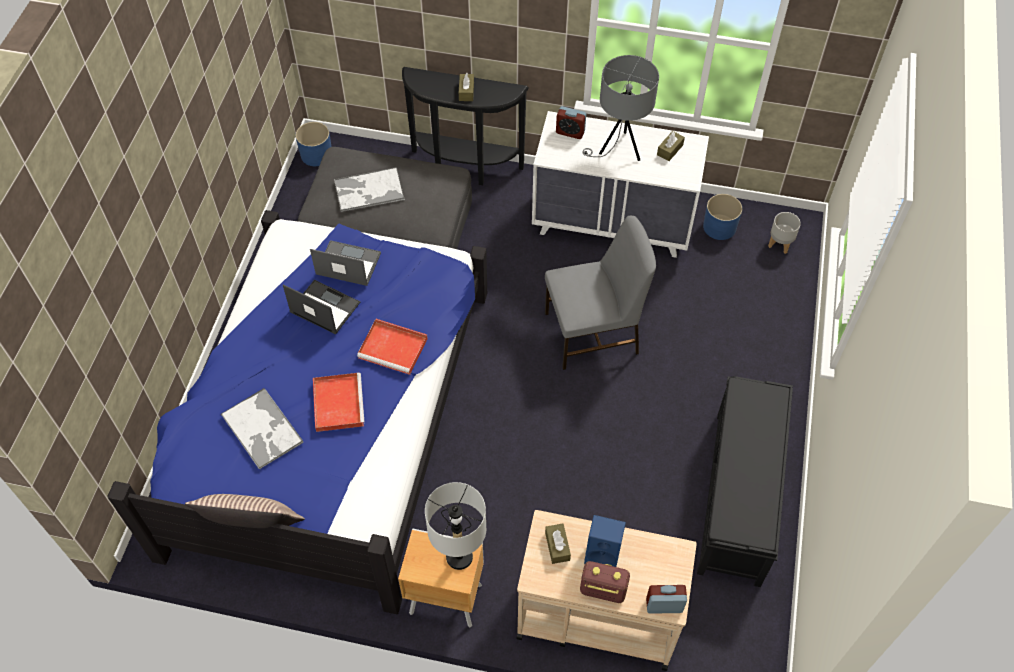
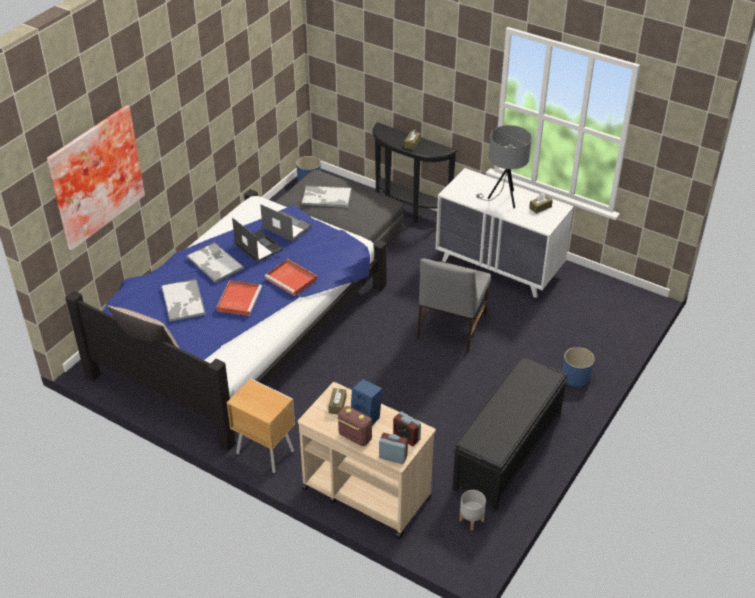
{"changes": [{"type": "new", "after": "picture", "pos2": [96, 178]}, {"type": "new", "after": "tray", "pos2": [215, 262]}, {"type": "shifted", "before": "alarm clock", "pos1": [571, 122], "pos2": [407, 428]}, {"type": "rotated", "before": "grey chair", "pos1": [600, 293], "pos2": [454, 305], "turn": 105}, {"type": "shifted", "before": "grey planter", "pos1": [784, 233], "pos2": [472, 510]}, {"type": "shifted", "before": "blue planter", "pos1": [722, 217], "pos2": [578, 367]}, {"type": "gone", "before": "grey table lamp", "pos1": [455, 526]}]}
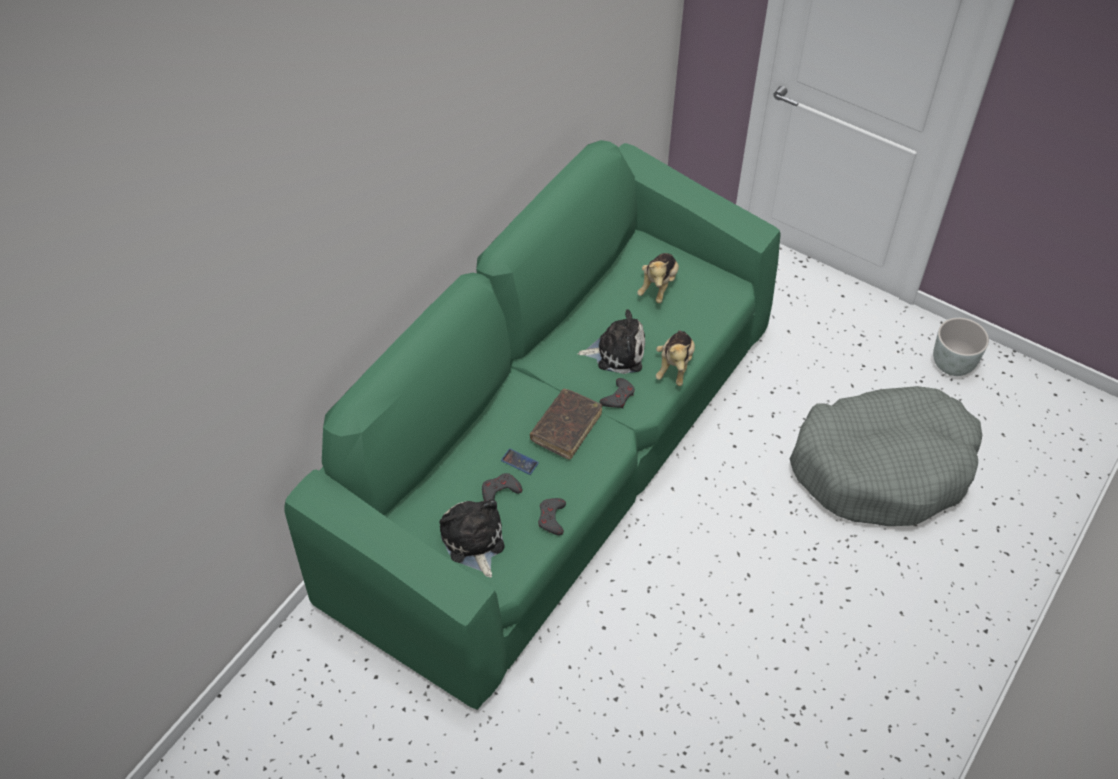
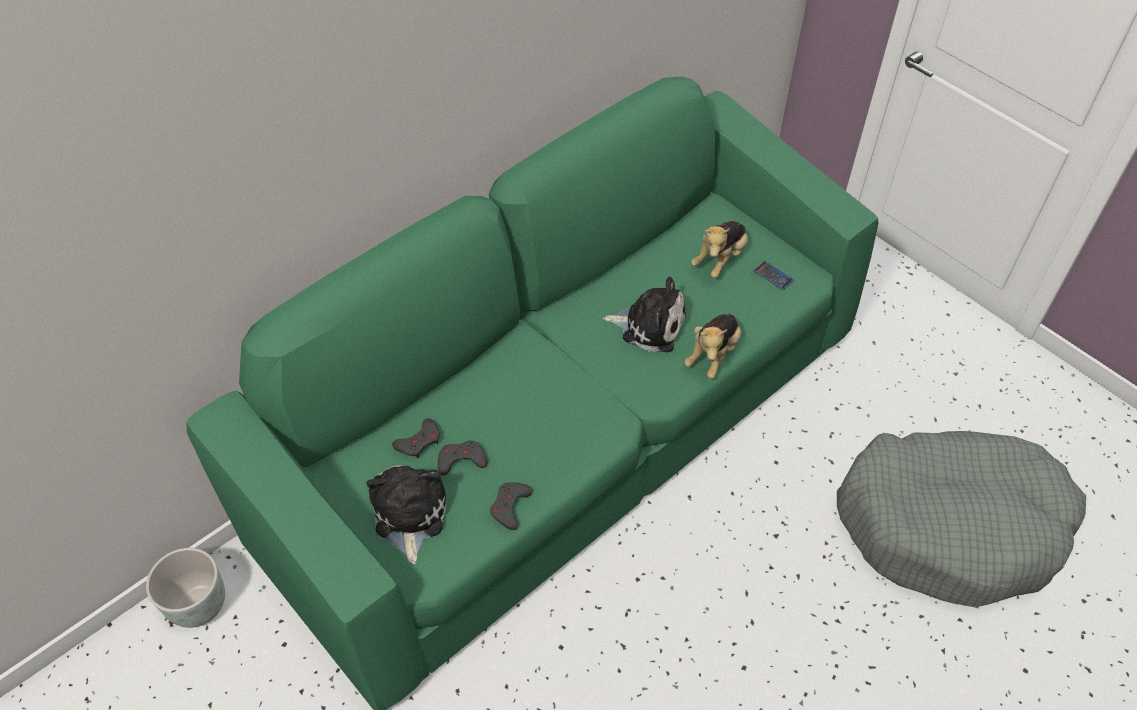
{"changes": [{"type": "shifted", "before": "grey planter", "pos1": [961, 347], "pos2": [185, 588]}, {"type": "shifted", "before": "grey game controller", "pos1": [617, 393], "pos2": [416, 438]}, {"type": "shifted", "before": "phone", "pos1": [520, 462], "pos2": [774, 275]}, {"type": "gone", "before": "brown book", "pos1": [566, 424]}]}
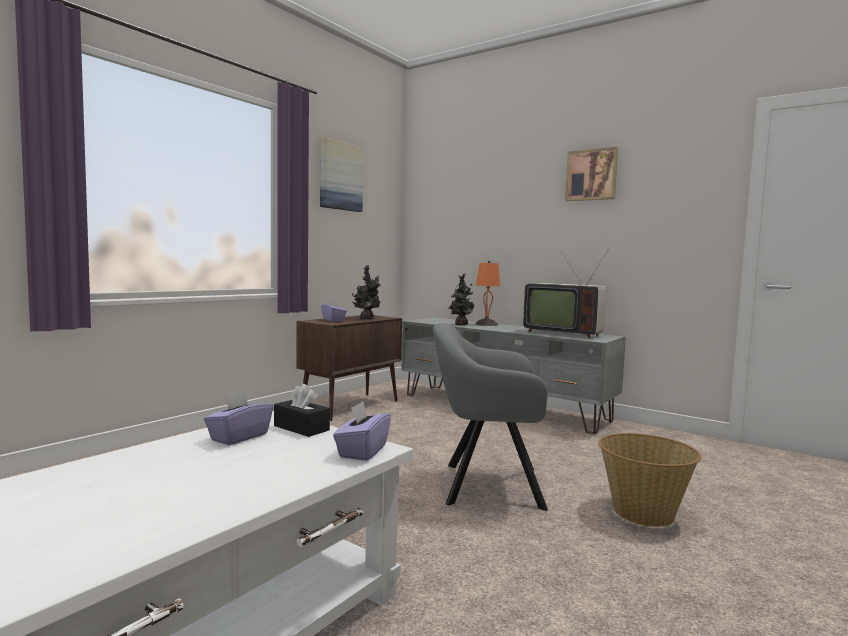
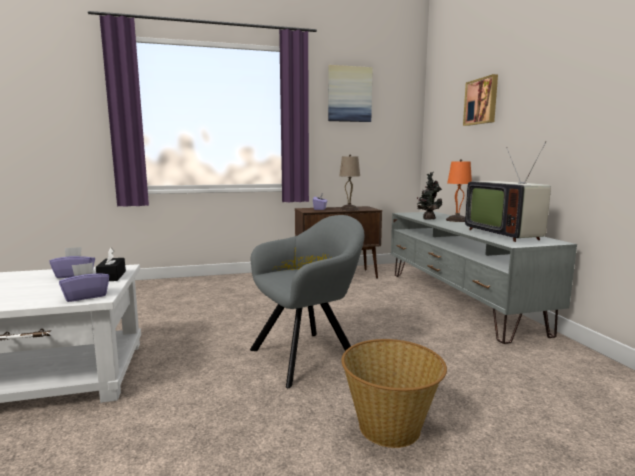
{"changes": [{"type": "rotated", "before": "grey armchair", "pos1": [490, 417], "pos2": [307, 301], "turn": 105}, {"type": "swapped", "before": "potted plant", "after": "beige table lamp", "pos1": [366, 292], "pos2": [349, 182]}, {"type": "shifted", "before": "picture", "pos1": [591, 174], "pos2": [480, 100]}]}
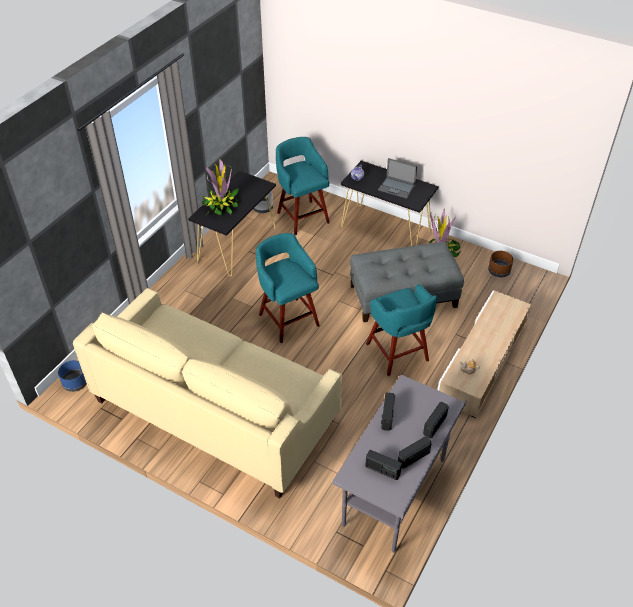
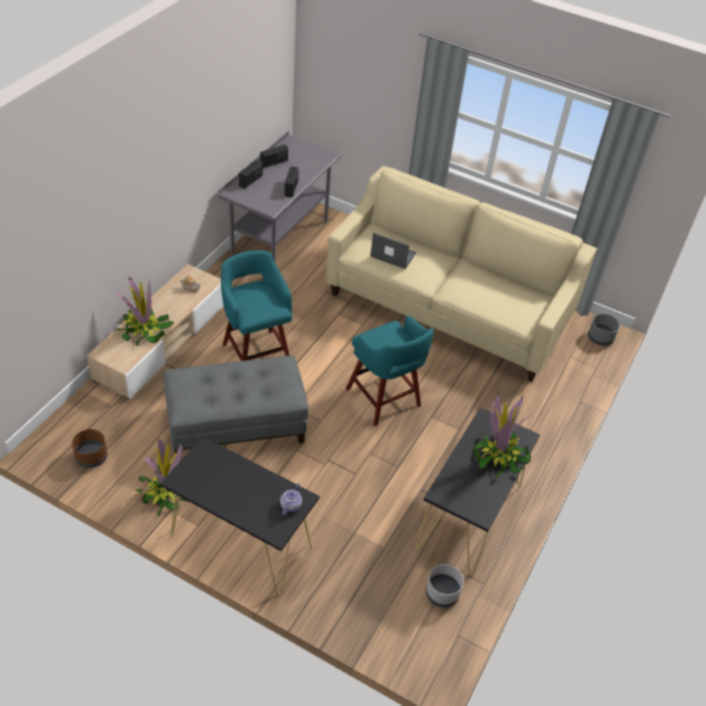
{"changes": [{"type": "new", "after": "potted plant", "pos2": [145, 312]}, {"type": "shifted", "before": "laptop", "pos1": [397, 178], "pos2": [393, 251]}, {"type": "repainted", "before": "blue planter", "after": "grey planter", "pos1": [72, 376], "pos2": [604, 330]}, {"type": "gone", "before": "turquoise stool", "pos1": [303, 186]}, {"type": "gone", "before": "radio", "pos1": [383, 465]}]}
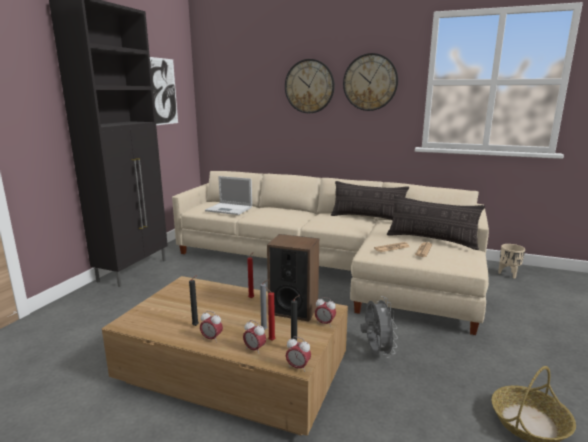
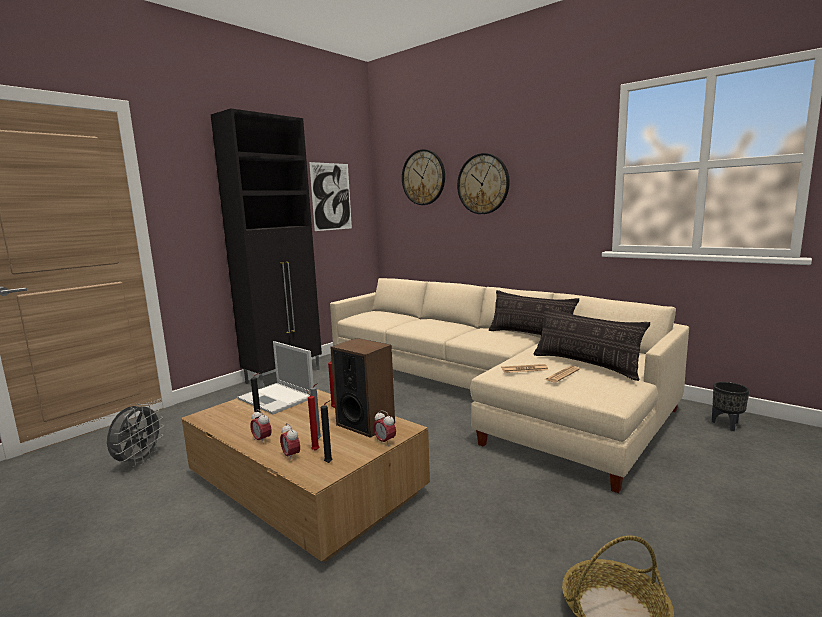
{"changes": [{"type": "shifted", "before": "grey fan", "pos1": [379, 327], "pos2": [135, 435]}, {"type": "shifted", "before": "laptop", "pos1": [228, 195], "pos2": [275, 377]}, {"type": "shifted", "before": "wall clock", "pos1": [370, 82], "pos2": [423, 177]}, {"type": "repainted", "before": "beige planter", "after": "black planter", "pos1": [511, 261], "pos2": [731, 406]}, {"type": "gone", "before": "alarm clock", "pos1": [298, 354]}]}
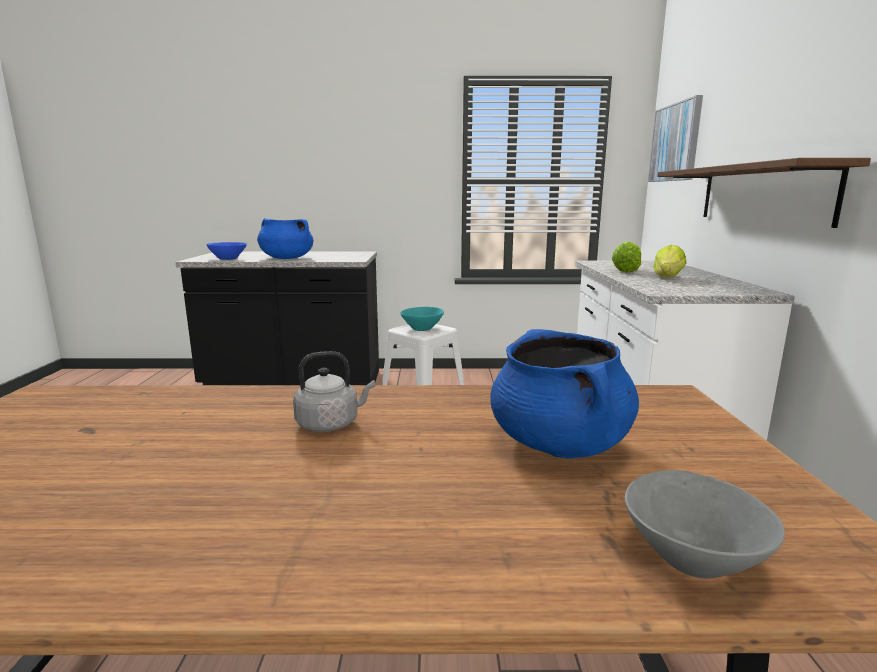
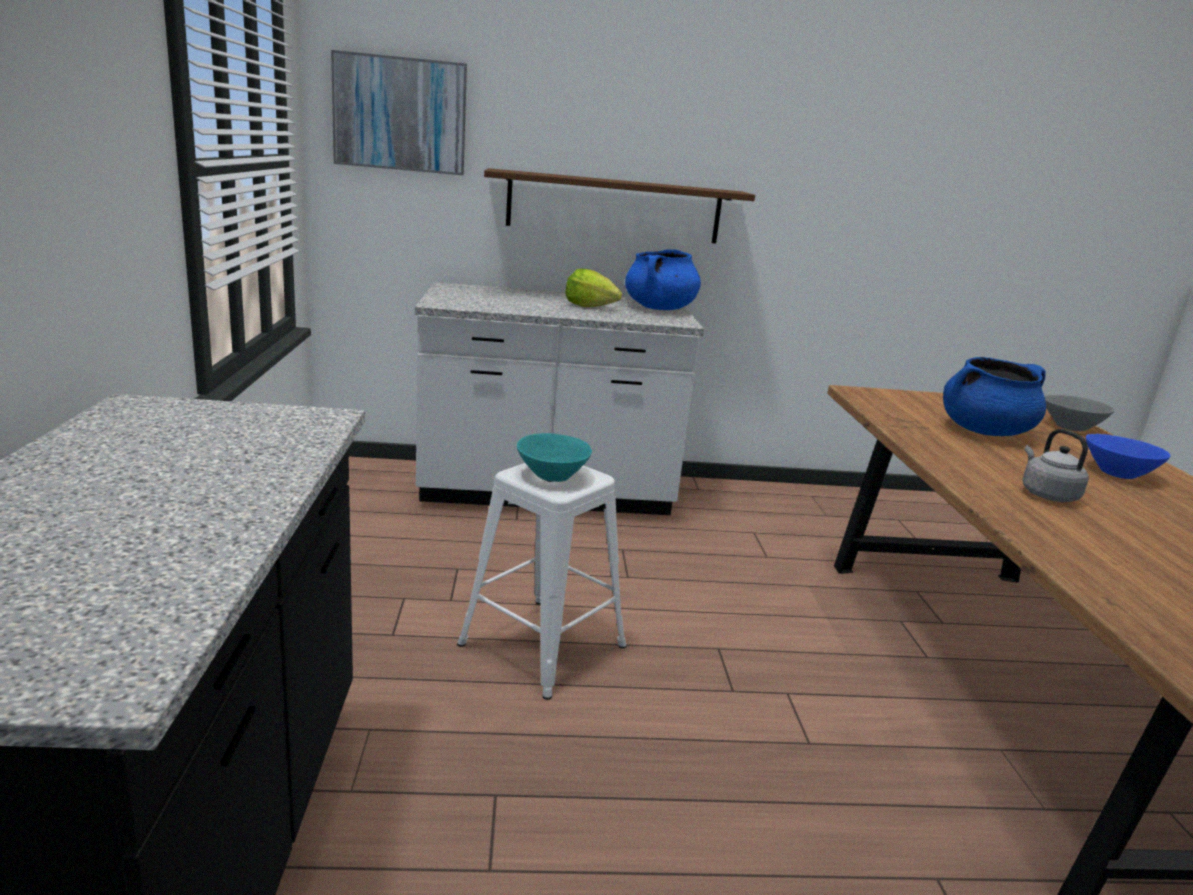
{"changes": [{"type": "shifted", "before": "blue cooking pot", "pos1": [285, 238], "pos2": [663, 279]}, {"type": "shifted", "before": "blue bowl", "pos1": [226, 251], "pos2": [1128, 456]}, {"type": "gone", "before": "lettuce", "pos1": [626, 257]}]}
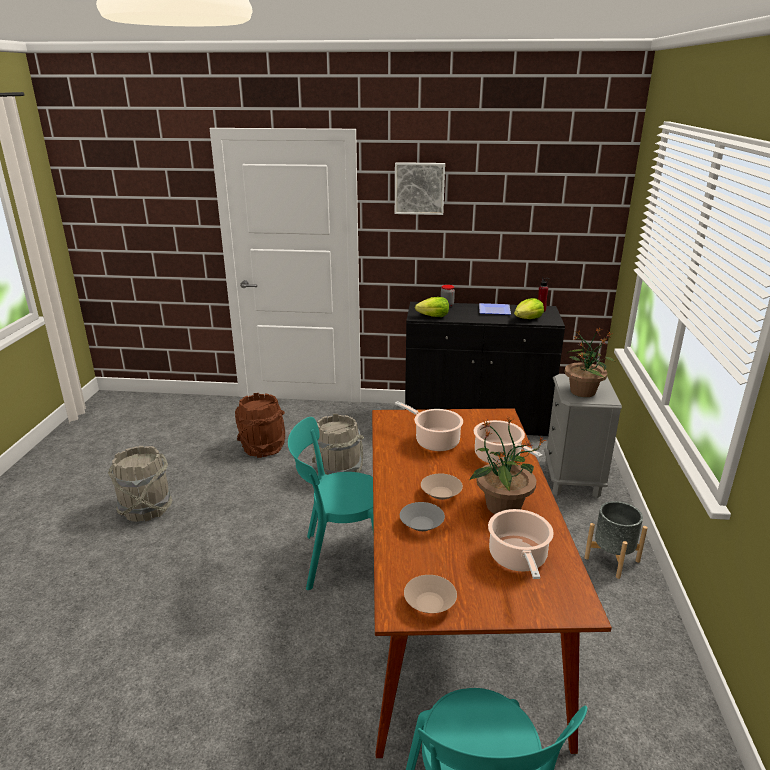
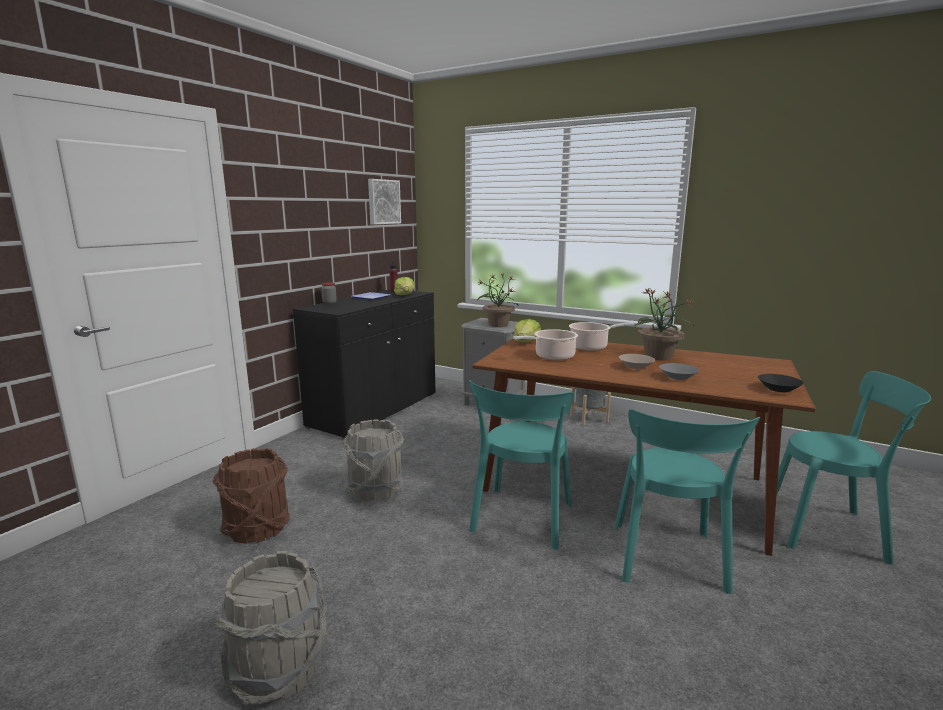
{"changes": [{"type": "shifted", "before": "picture", "pos1": [420, 188], "pos2": [384, 201]}, {"type": "shifted", "before": "lettuce", "pos1": [432, 307], "pos2": [527, 330]}, {"type": "new", "after": "turquoise chair", "pos2": [687, 501]}, {"type": "repainted", "before": "beige bowl", "after": "black bowl", "pos1": [430, 594], "pos2": [781, 383]}, {"type": "gone", "before": "cooking pot", "pos1": [521, 544]}]}
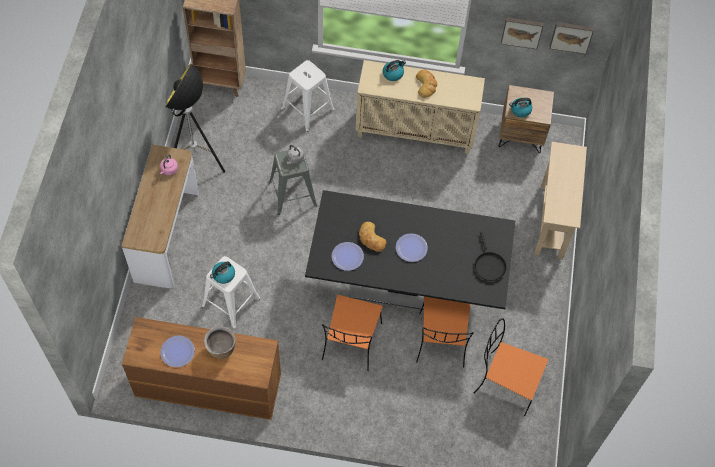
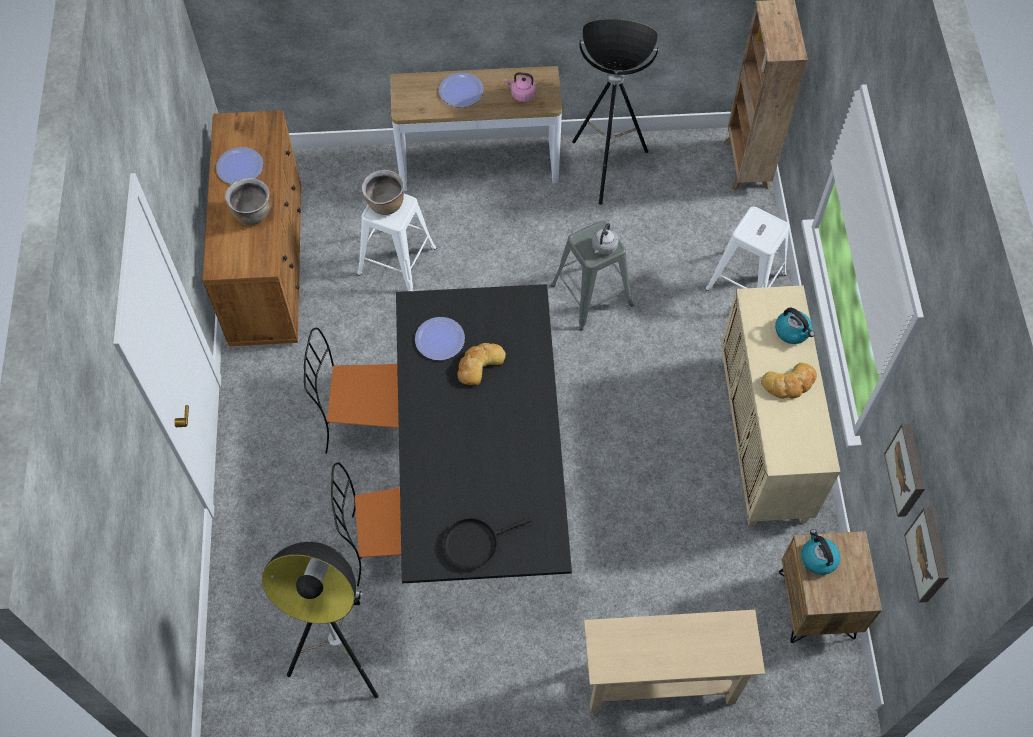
{"changes": [{"type": "swapped", "before": "orange chair", "after": "floor lamp", "pos1": [511, 367], "pos2": [320, 620]}, {"type": "swapped", "before": "kettle", "after": "brown cooking pot", "pos1": [222, 273], "pos2": [383, 192]}, {"type": "shifted", "before": "plate", "pos1": [412, 247], "pos2": [461, 90]}]}
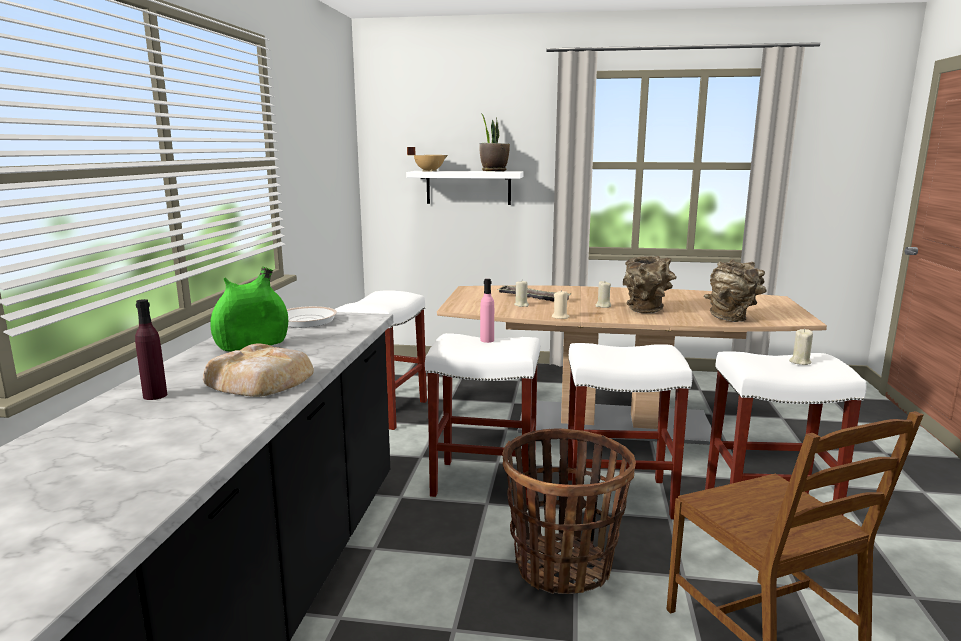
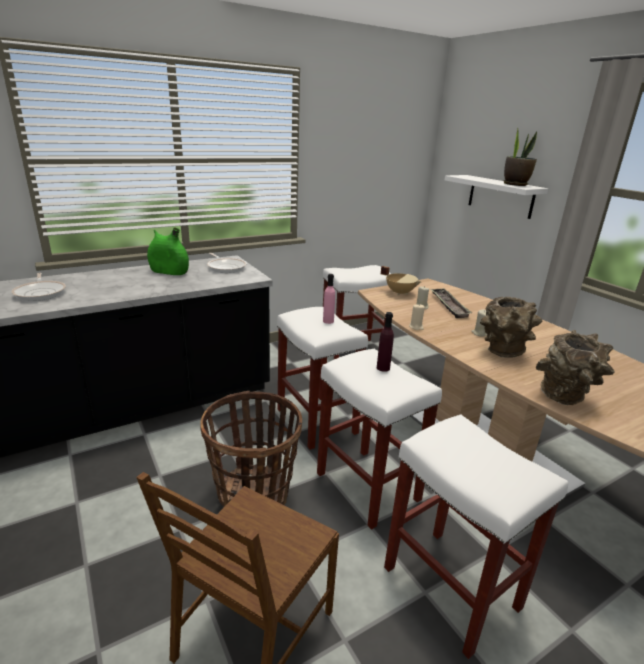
{"changes": [{"type": "new", "after": "frying pan", "pos2": [38, 287]}, {"type": "shifted", "before": "purple bottle", "pos1": [151, 349], "pos2": [385, 342]}, {"type": "shifted", "before": "beige cooking pot", "pos1": [427, 159], "pos2": [401, 280]}, {"type": "gone", "before": "bread", "pos1": [258, 370]}, {"type": "gone", "before": "beige candle", "pos1": [801, 347]}]}
